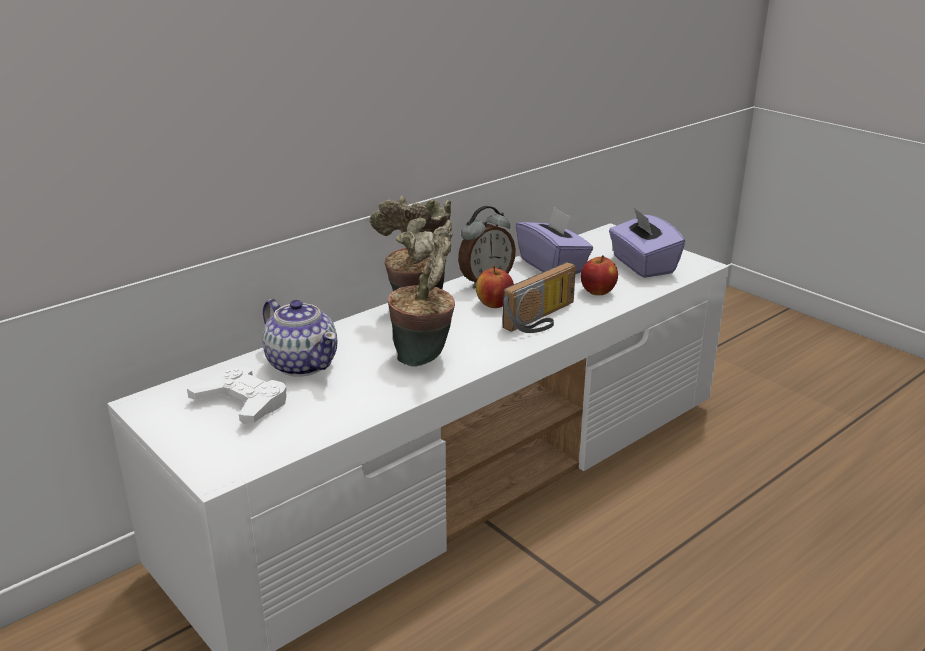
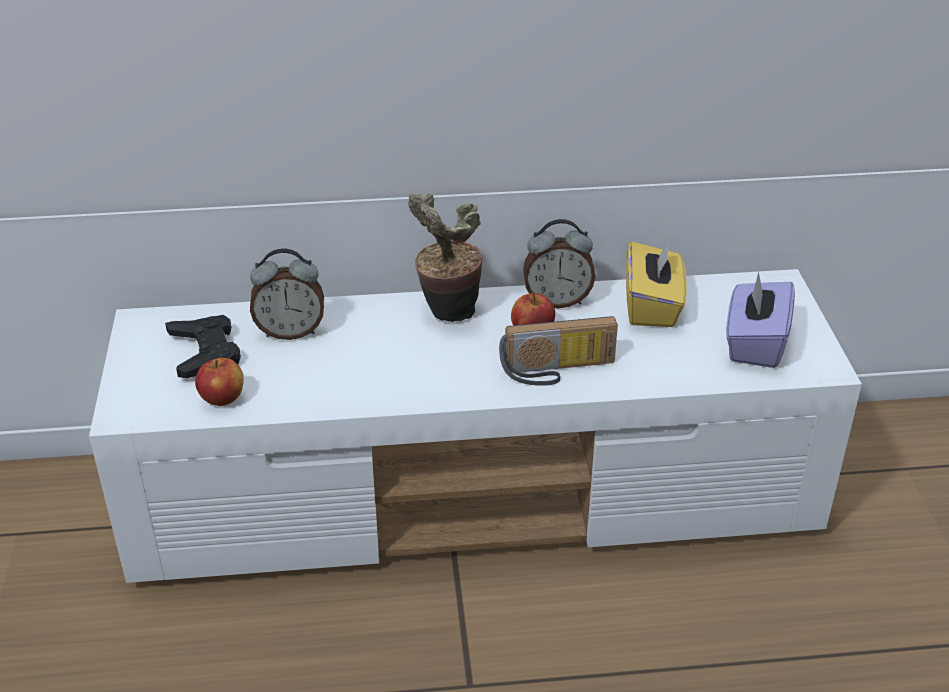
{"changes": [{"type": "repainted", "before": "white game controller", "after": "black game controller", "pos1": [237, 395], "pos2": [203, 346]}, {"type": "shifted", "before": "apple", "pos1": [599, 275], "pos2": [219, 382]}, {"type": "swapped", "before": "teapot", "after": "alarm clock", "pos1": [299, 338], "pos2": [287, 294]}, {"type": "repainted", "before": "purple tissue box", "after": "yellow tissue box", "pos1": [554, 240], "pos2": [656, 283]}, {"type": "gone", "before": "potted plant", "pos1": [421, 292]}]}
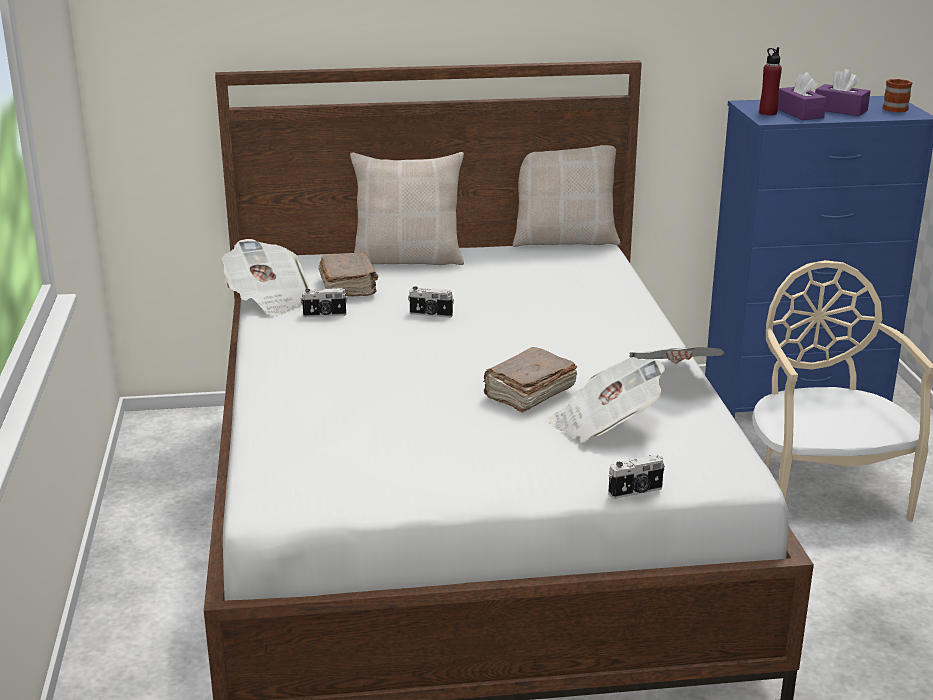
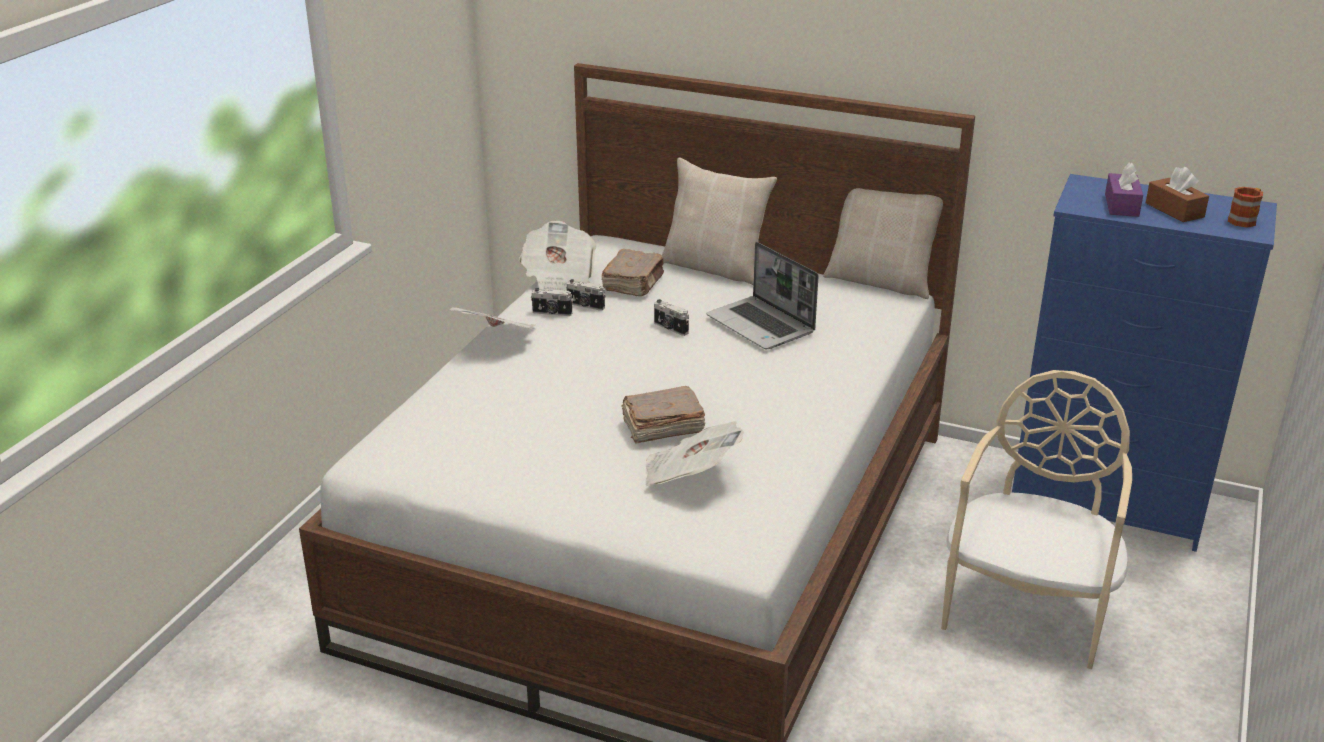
{"changes": [{"type": "shifted", "before": "newspaper", "pos1": [677, 355], "pos2": [493, 318]}, {"type": "shifted", "before": "photo camera", "pos1": [636, 476], "pos2": [552, 302]}, {"type": "new", "after": "laptop", "pos2": [762, 295]}, {"type": "repainted", "before": "purple tissue box", "after": "brown tissue box", "pos1": [842, 92], "pos2": [1177, 194]}, {"type": "gone", "before": "red bottle", "pos1": [770, 81]}]}
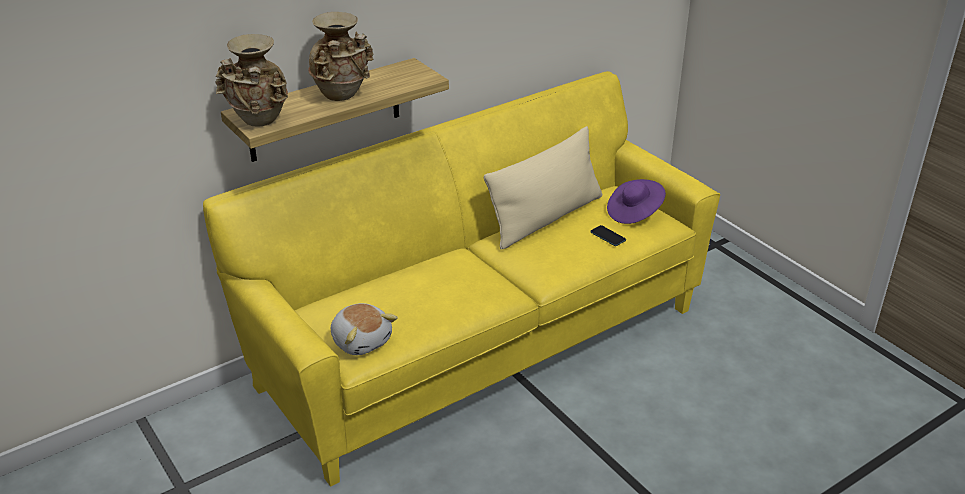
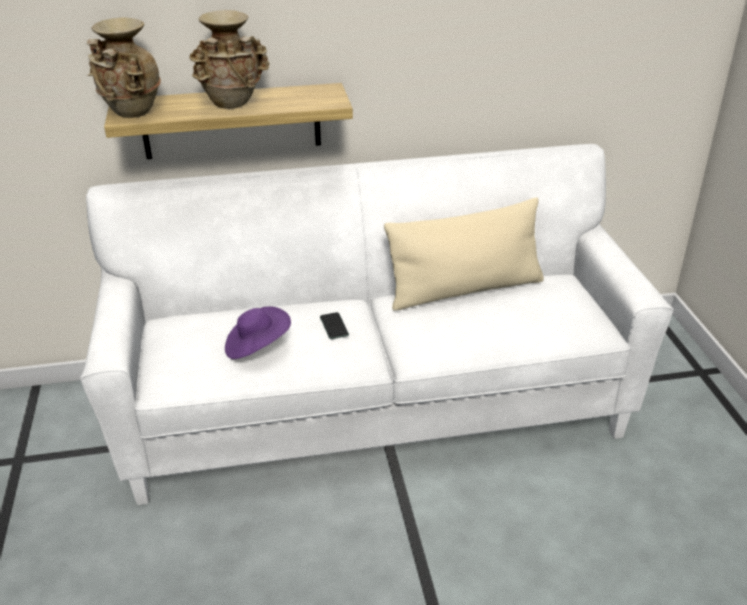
{"changes": [{"type": "repainted", "before": "yellow sofa", "after": "white sofa", "pos1": [461, 279], "pos2": [377, 324]}, {"type": "shifted", "before": "purple hat", "pos1": [636, 201], "pos2": [258, 333]}, {"type": "shifted", "before": "phone", "pos1": [608, 235], "pos2": [334, 325]}, {"type": "gone", "before": "plush toy", "pos1": [364, 329]}]}
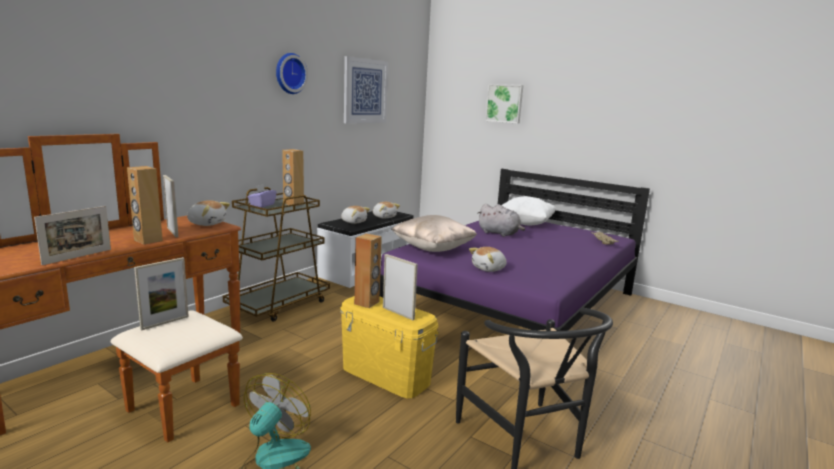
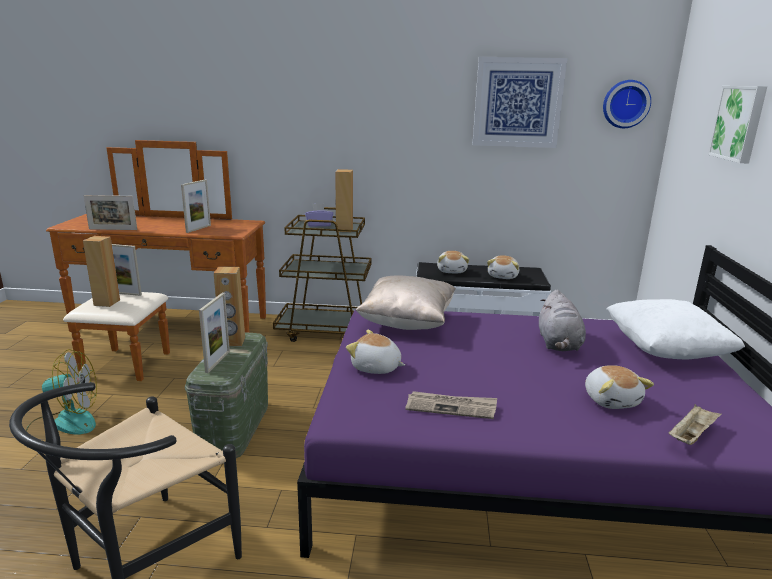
{"changes": [{"type": "shifted", "before": "brown speaker", "pos1": [145, 205], "pos2": [101, 271]}, {"type": "repainted", "before": "yellow storage box", "after": "green storage box", "pos1": [389, 347], "pos2": [226, 395]}, {"type": "new", "after": "newspaper", "pos2": [451, 405]}, {"type": "shifted", "before": "plush toy", "pos1": [208, 213], "pos2": [619, 387]}, {"type": "shifted", "before": "wall clock", "pos1": [292, 73], "pos2": [627, 104]}]}
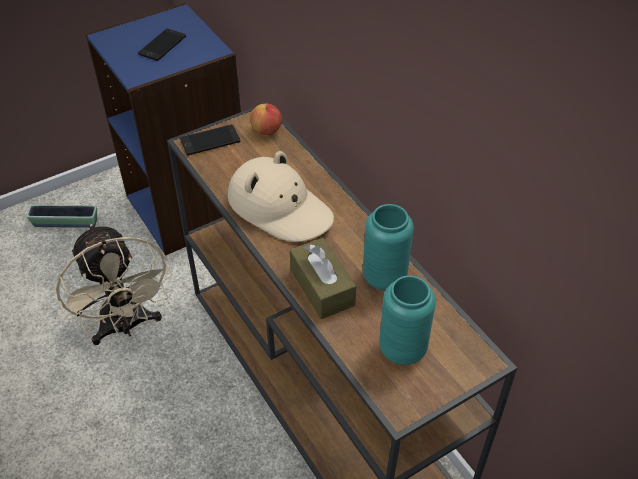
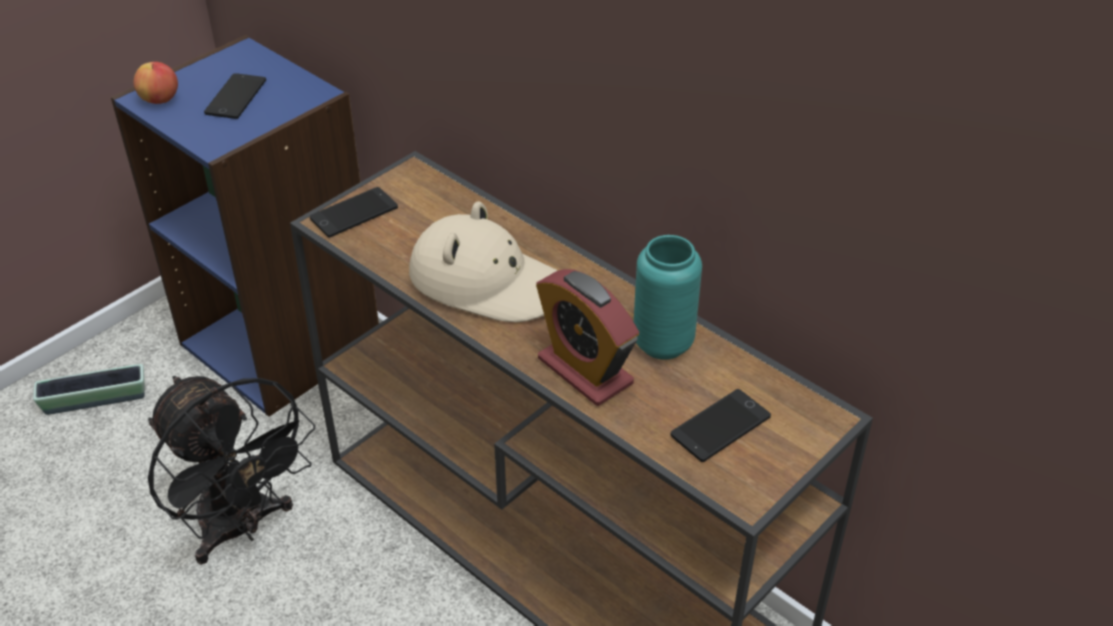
{"changes": [{"type": "shifted", "before": "apple", "pos1": [266, 119], "pos2": [156, 83]}, {"type": "repainted", "before": "beige fan", "after": "black fan", "pos1": [114, 284], "pos2": [232, 470]}, {"type": "swapped", "before": "brown tissue box", "after": "alarm clock", "pos1": [323, 278], "pos2": [587, 337]}, {"type": "swapped", "before": "turquoise vase", "after": "phone", "pos1": [407, 320], "pos2": [721, 425]}]}
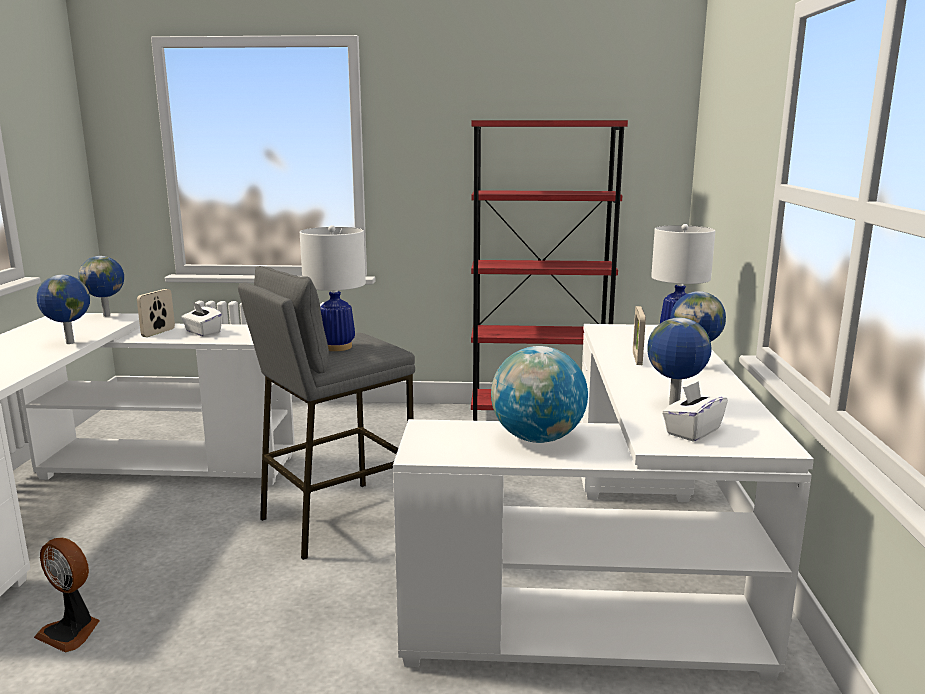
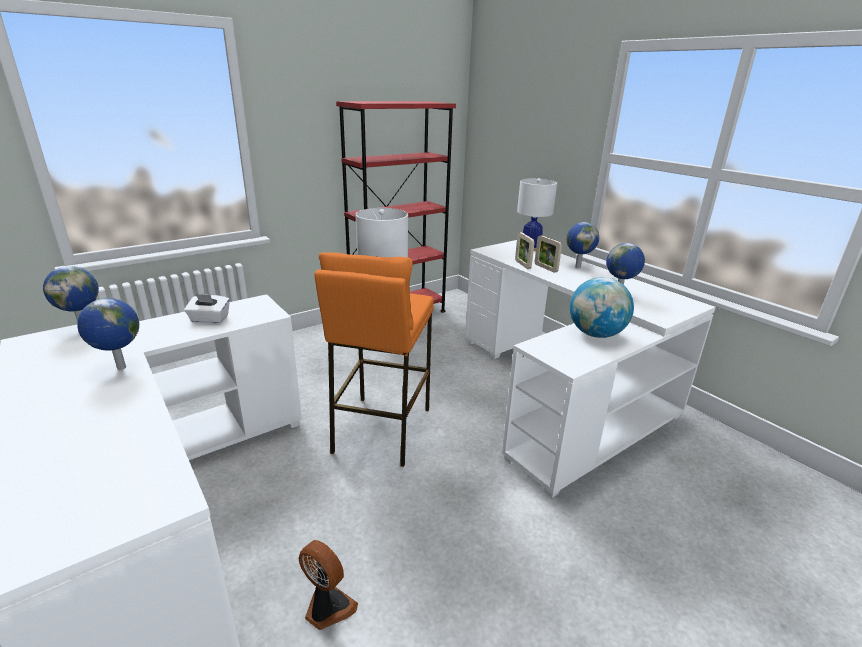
{"changes": [{"type": "rotated", "before": "fan", "pos1": [67, 595], "pos2": [328, 585], "turn": -135}, {"type": "repainted", "before": "grey stool", "after": "orange stool", "pos1": [326, 413], "pos2": [374, 359]}, {"type": "shifted", "before": "picture frame", "pos1": [156, 313], "pos2": [525, 250]}, {"type": "gone", "before": "white tissue box", "pos1": [695, 411]}]}
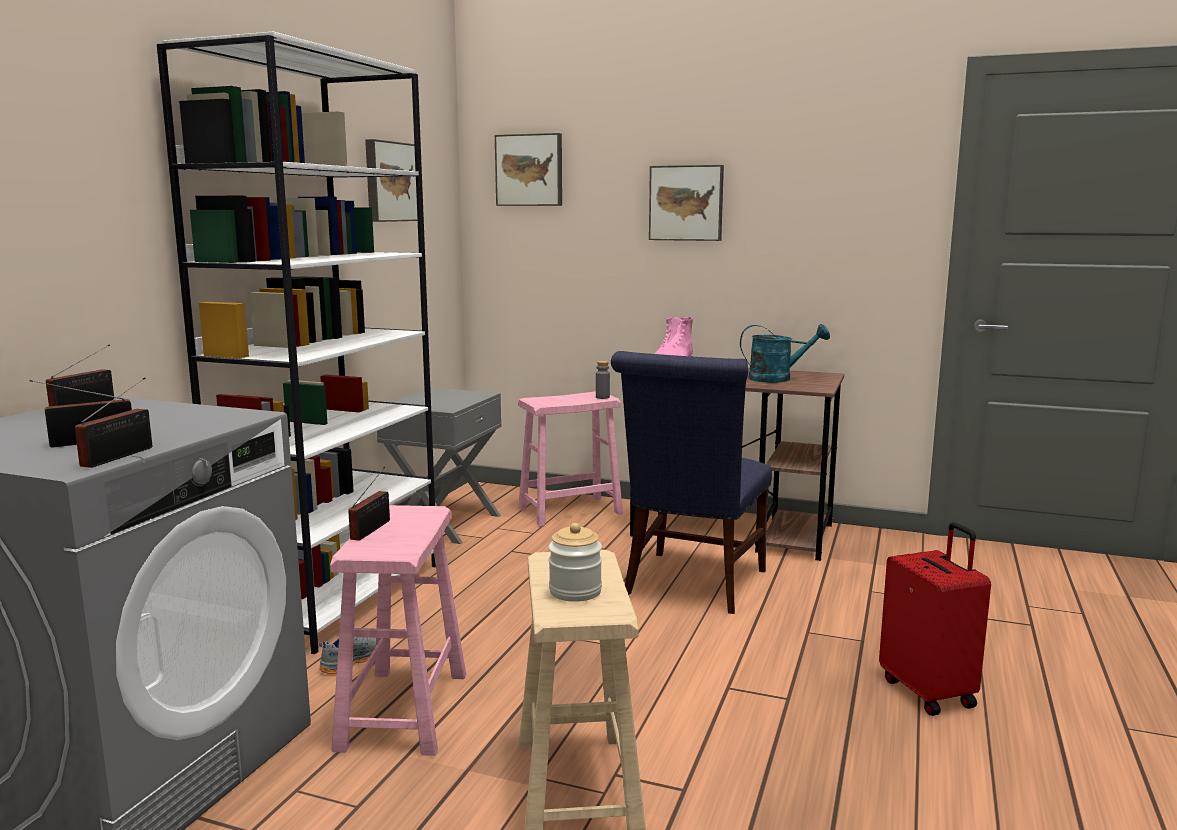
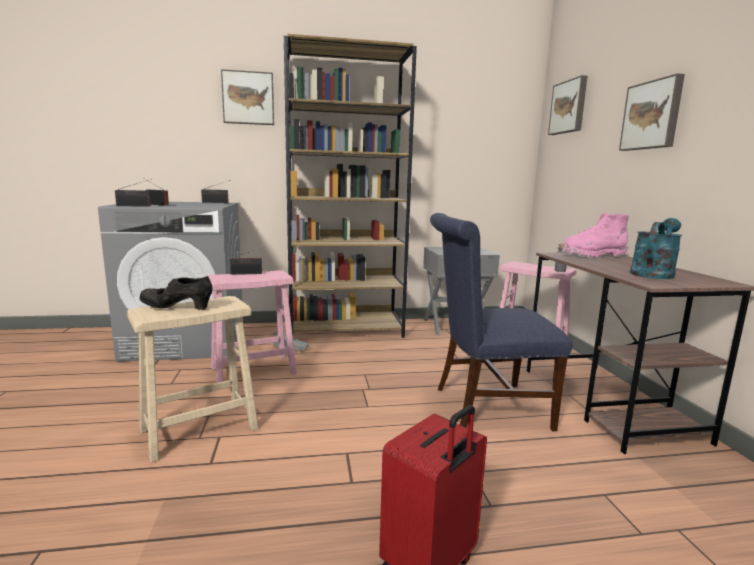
{"changes": [{"type": "swapped", "before": "jar", "after": "black shoe", "pos1": [575, 562], "pos2": [176, 293]}, {"type": "shifted", "before": "picture", "pos1": [391, 180], "pos2": [247, 97]}, {"type": "repainted", "before": "white bookcase", "after": "brown bookcase", "pos1": [296, 342], "pos2": [350, 186]}, {"type": "rotated", "before": "turquoise watering can", "pos1": [785, 353], "pos2": [656, 248], "turn": -105}]}
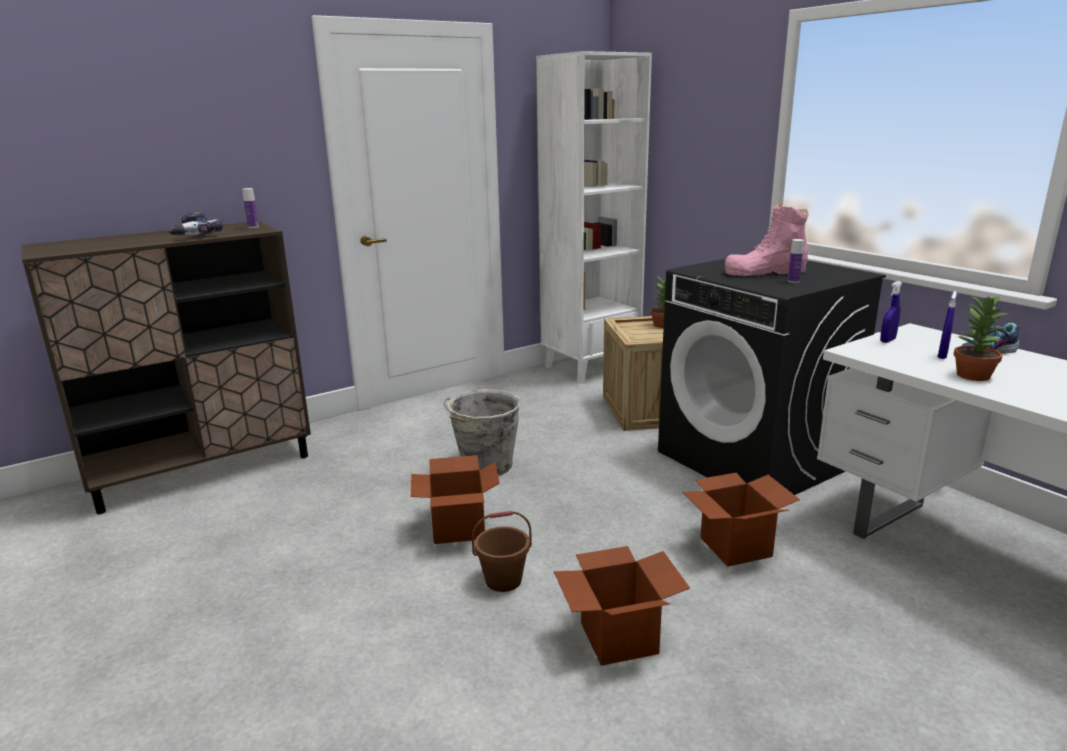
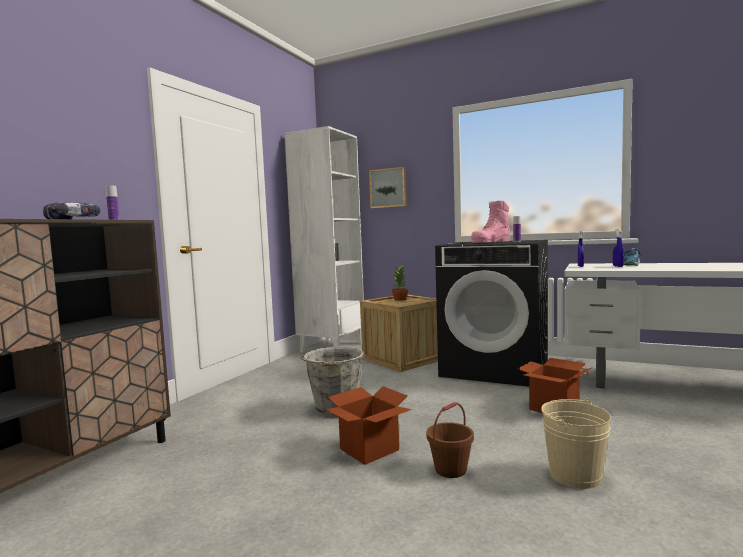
{"changes": [{"type": "new", "after": "picture", "pos2": [388, 187]}, {"type": "swapped", "before": "cardboard box", "after": "beige bucket", "pos1": [622, 606], "pos2": [576, 443]}, {"type": "gone", "before": "potted plant", "pos1": [981, 338]}]}
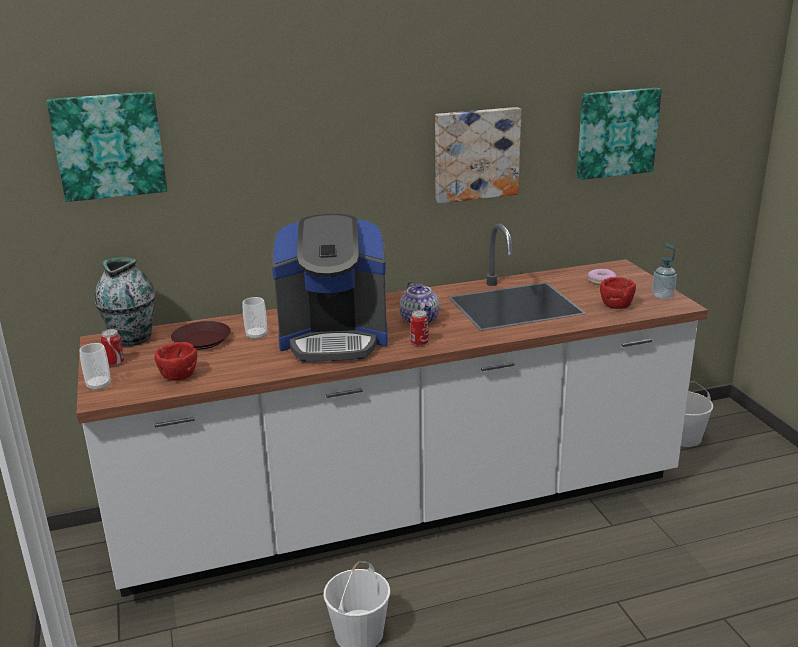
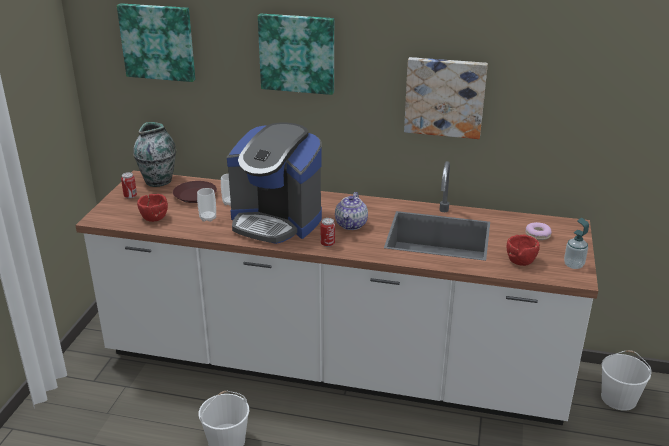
{"changes": [{"type": "shifted", "before": "cup", "pos1": [95, 367], "pos2": [206, 205]}, {"type": "shifted", "before": "picture", "pos1": [619, 134], "pos2": [296, 54]}]}
